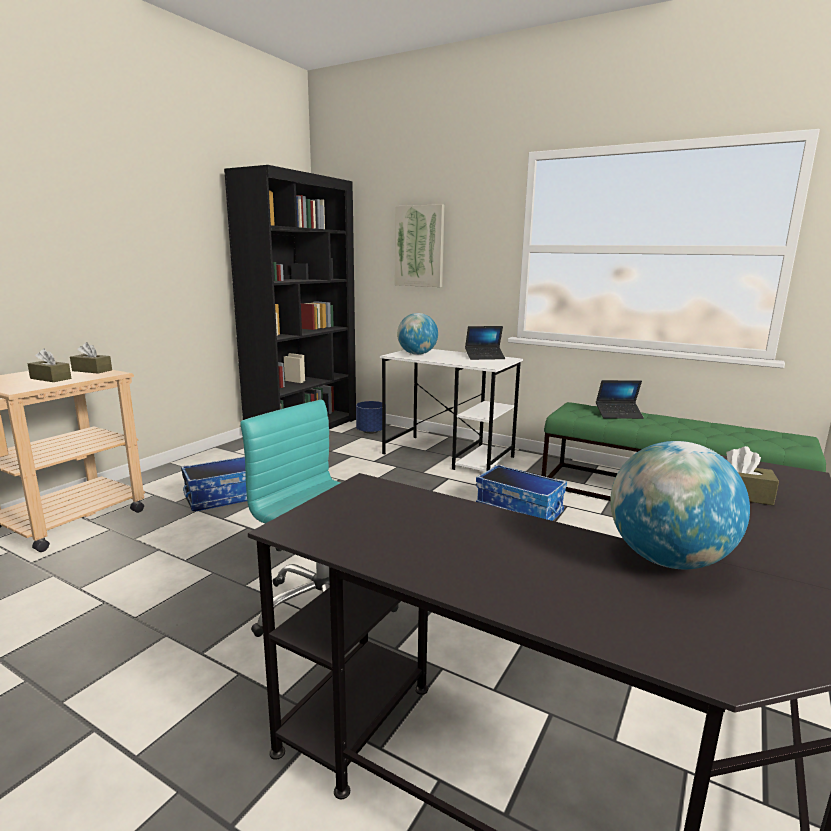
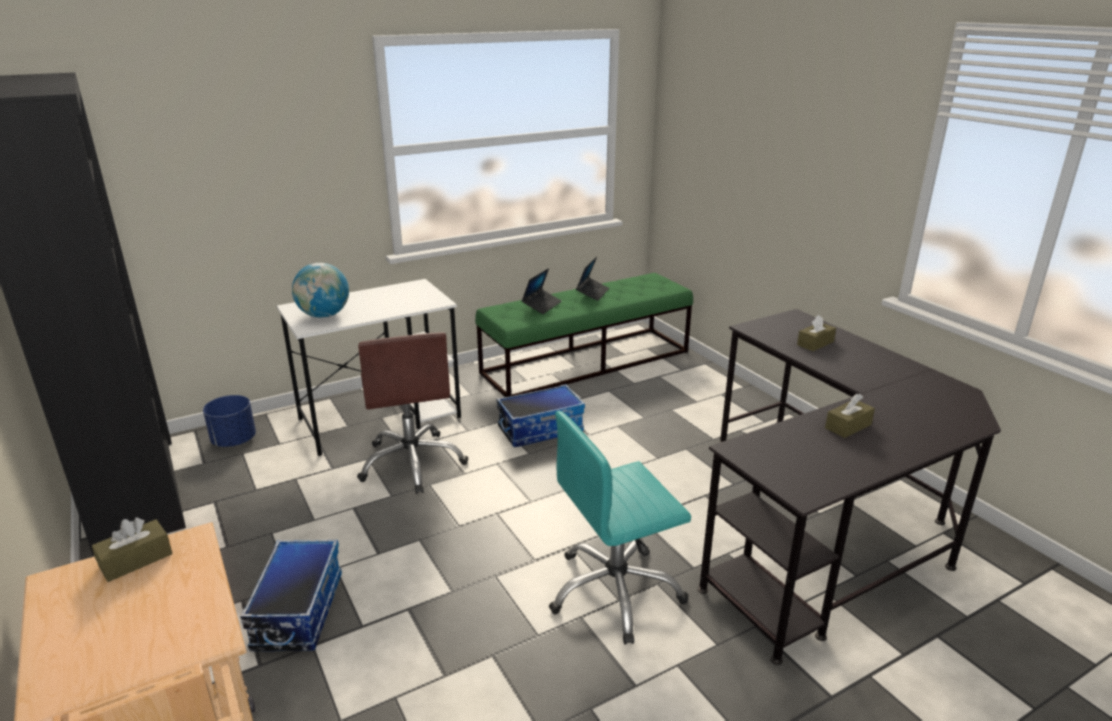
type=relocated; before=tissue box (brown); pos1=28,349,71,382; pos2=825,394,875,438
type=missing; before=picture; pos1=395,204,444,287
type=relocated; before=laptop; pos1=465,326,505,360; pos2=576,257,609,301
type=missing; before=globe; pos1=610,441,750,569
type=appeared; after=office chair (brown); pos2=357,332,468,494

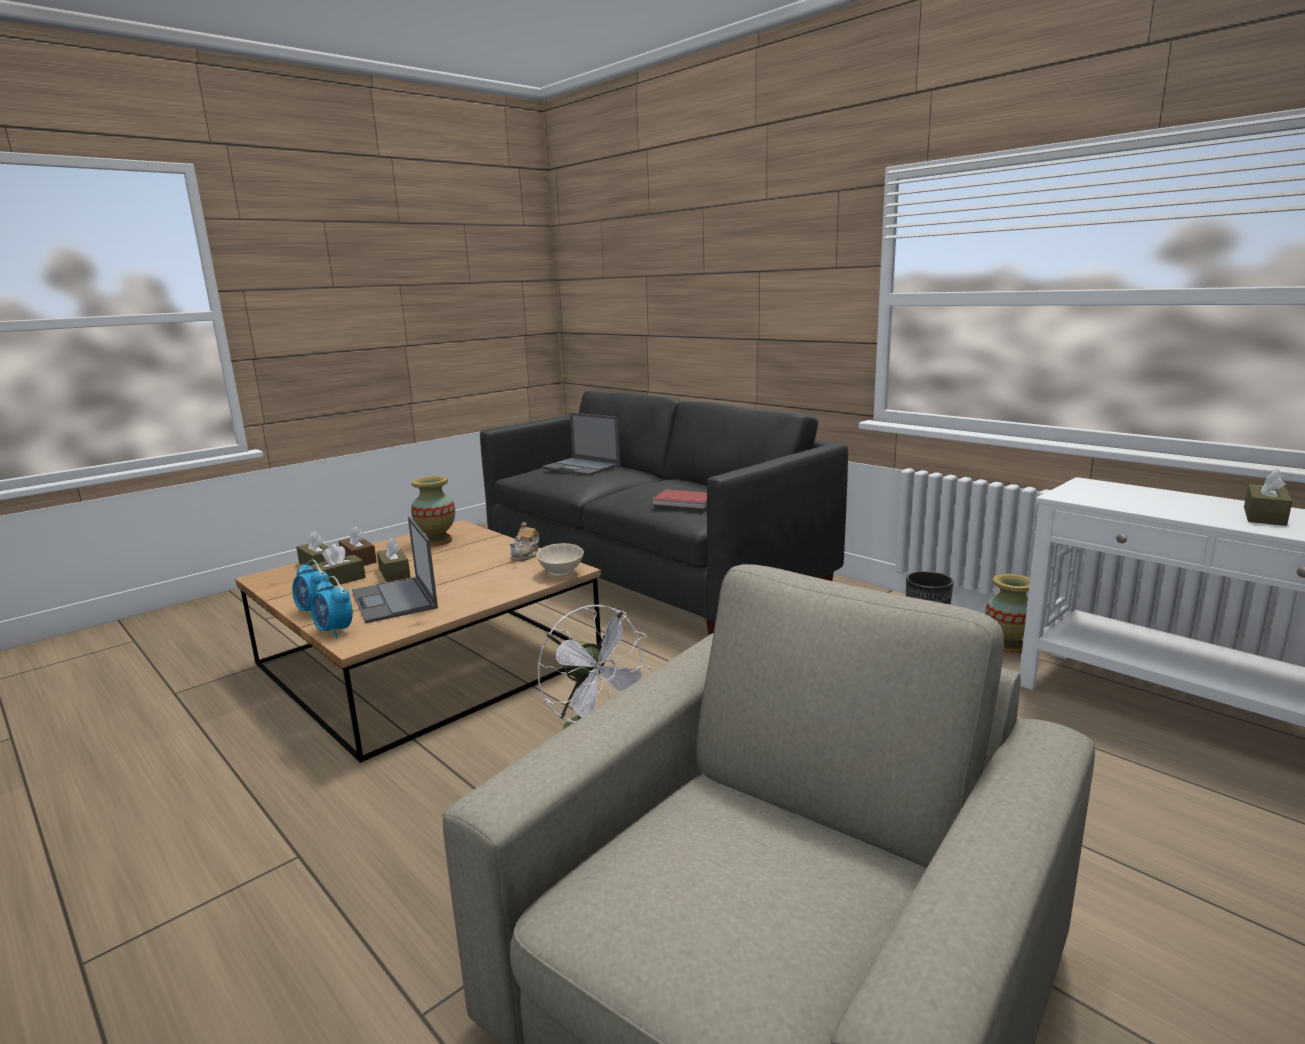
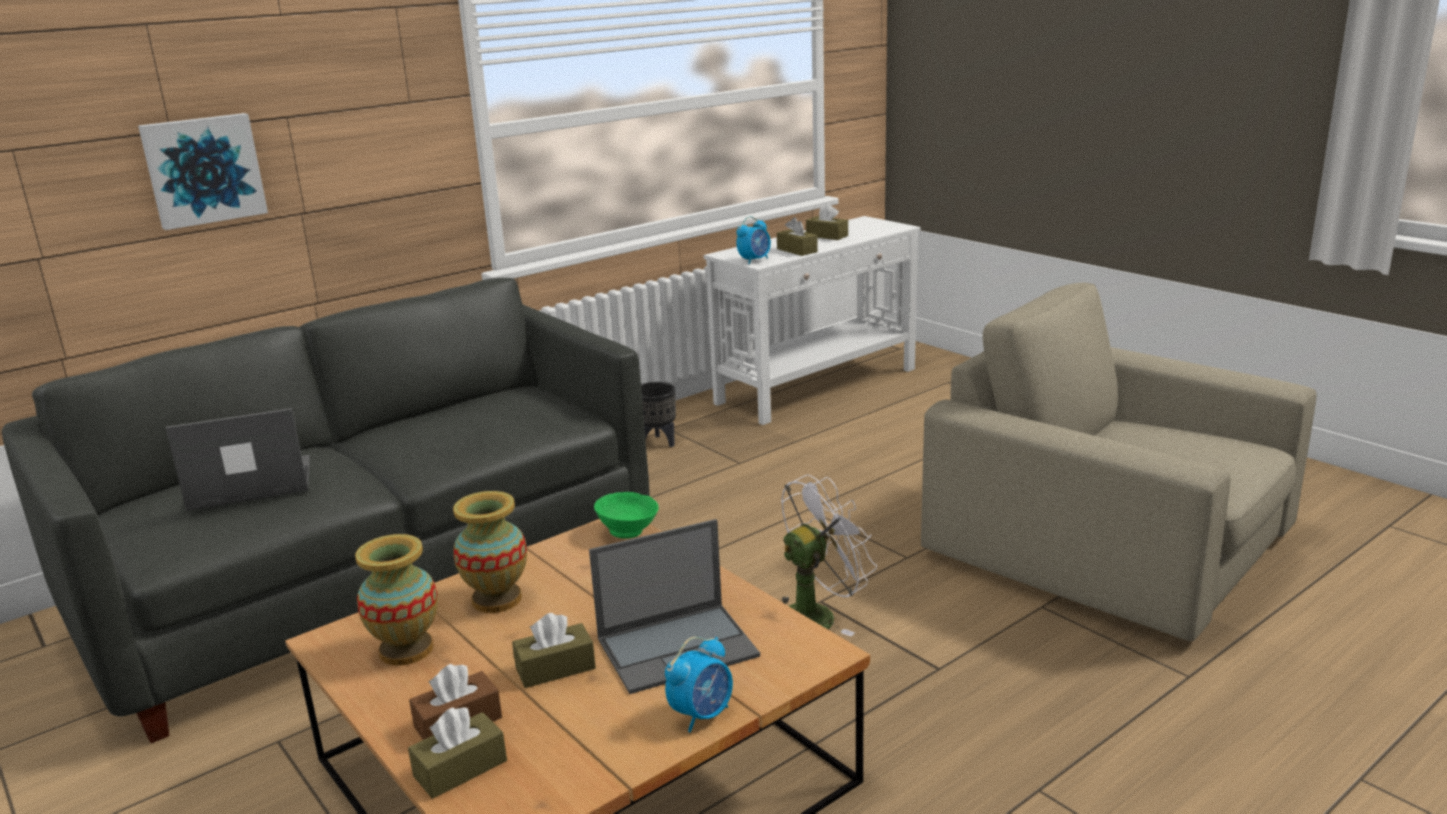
type=relocated; before=tissue box (brown); pos1=310,544,366,586; pos2=777,217,818,256
type=relocated; before=alarm clock; pos1=311,576,353,638; pos2=736,216,771,264
type=missing; before=teapot; pos1=509,522,539,561
type=colour; before=bowl (beige); after=bowl (green); pos1=536,543,584,577; pos2=594,492,659,538
type=spun; before=laptop; pos1=542,413,620,476; pos2=165,408,310,511; turn=-150
type=missing; before=book (red); pos1=651,489,707,509
type=relocated; before=vase; pos1=985,574,1030,654; pos2=453,491,527,613
type=appeared; after=picture; pos2=138,113,268,230

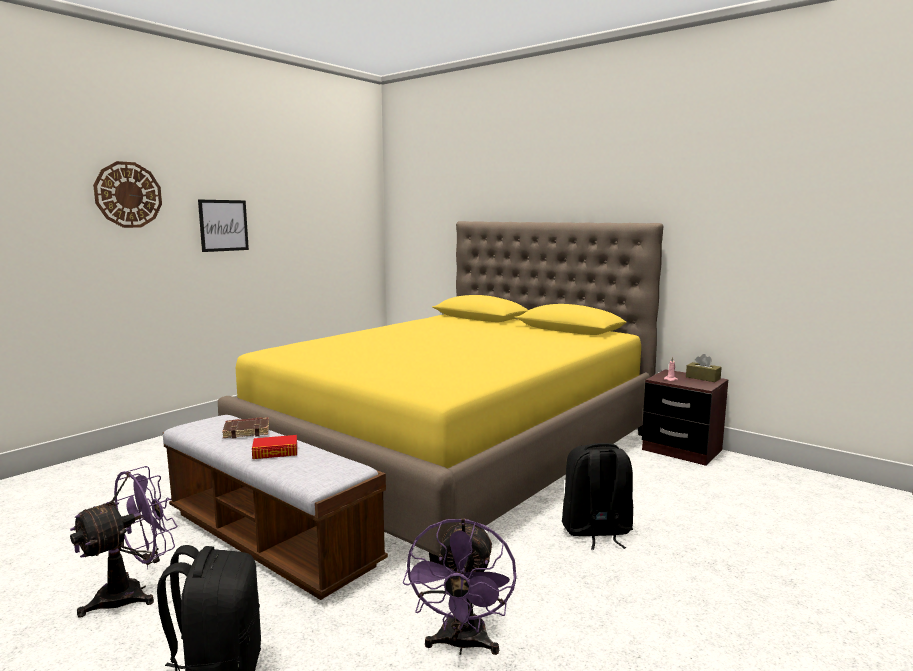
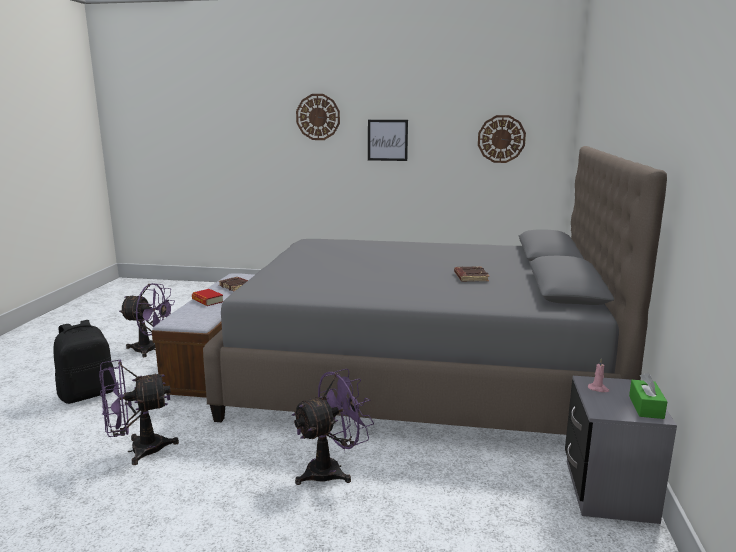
type=colour; before=bed (yellow); after=bed (grey); pos1=218,221,663,565; pos2=203,146,667,435
type=exchanged; before=backpack (black); after=fan (purple); pos1=562,443,633,550; pos2=292,368,374,485
type=colour; before=nightstand (brown); after=nightstand (grey); pos1=642,369,728,466; pos2=565,376,677,524
type=colour; before=tissue box (brown); after=tissue box (green); pos1=686,354,722,382; pos2=629,372,667,419
type=appeared; after=book (brown); pos2=454,267,489,282
type=appeared; after=wall clock; pos2=478,115,526,163

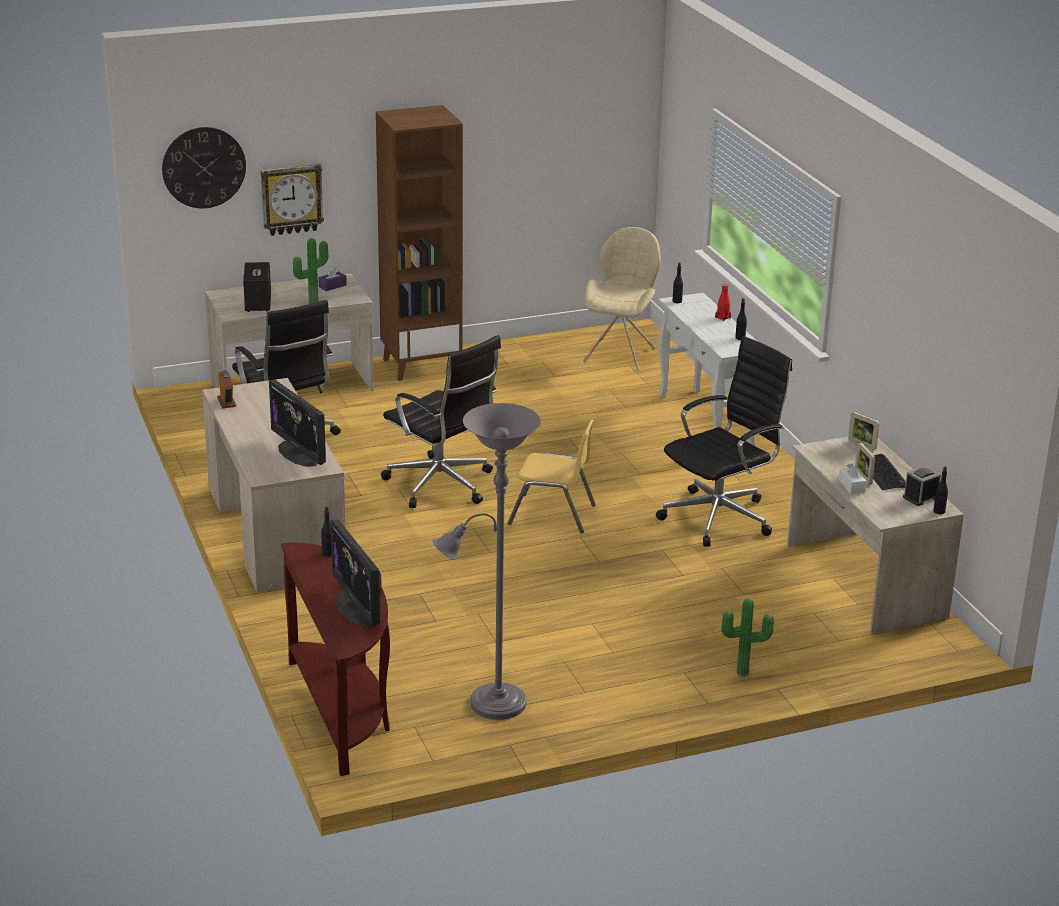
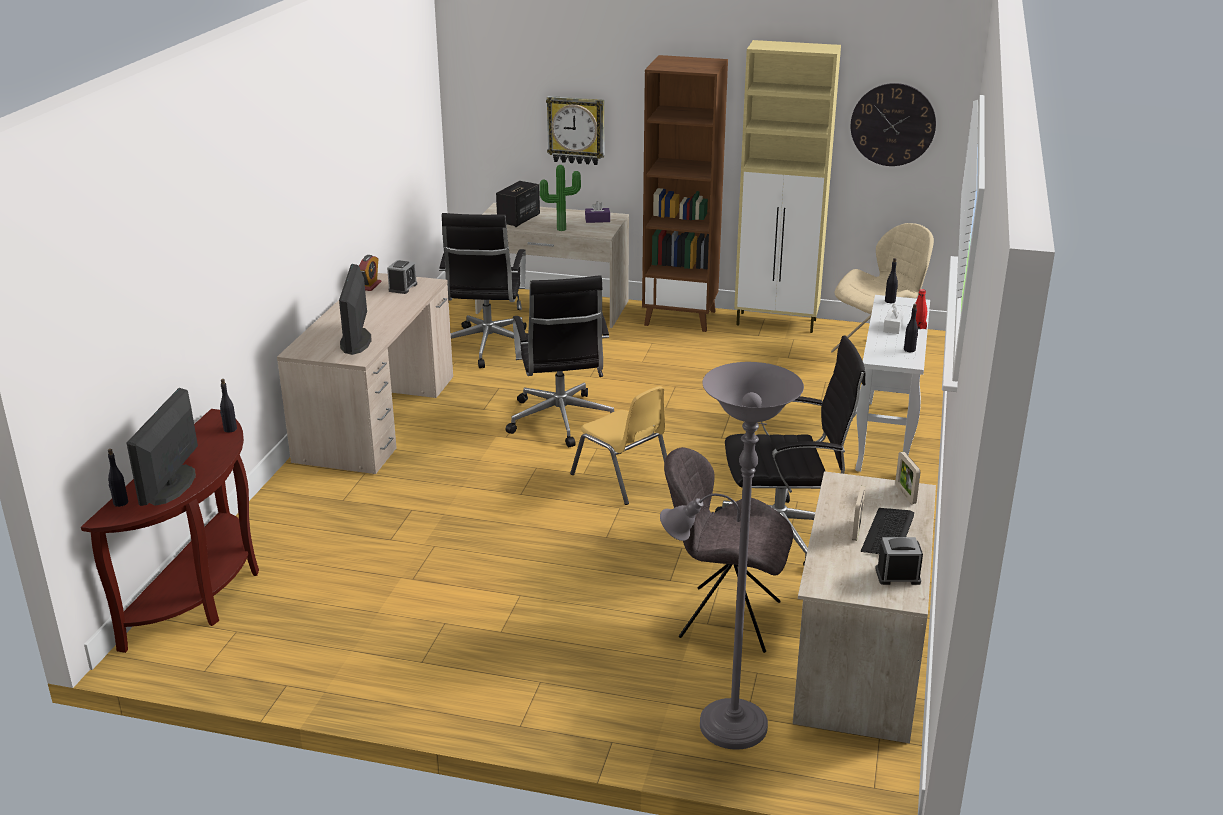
type=relocated; before=wall clock; pos1=162,127,246,209; pos2=851,83,936,166
type=relocated; before=floor lamp (grey); pos1=432,403,541,720; pos2=660,362,804,750
type=missing; before=potted plant; pos1=721,599,774,676
type=relocated; before=tissue box (white); pos1=839,463,867,494; pos2=883,304,905,334
type=relocated; before=bottle (black); pos1=933,466,948,514; pos2=108,449,128,507
type=appeared; after=alarm clock; pos2=387,260,417,294
type=appeared; after=chair (grey); pos2=664,447,793,653
type=appeared; after=cabinet (beige); pos2=734,40,841,333

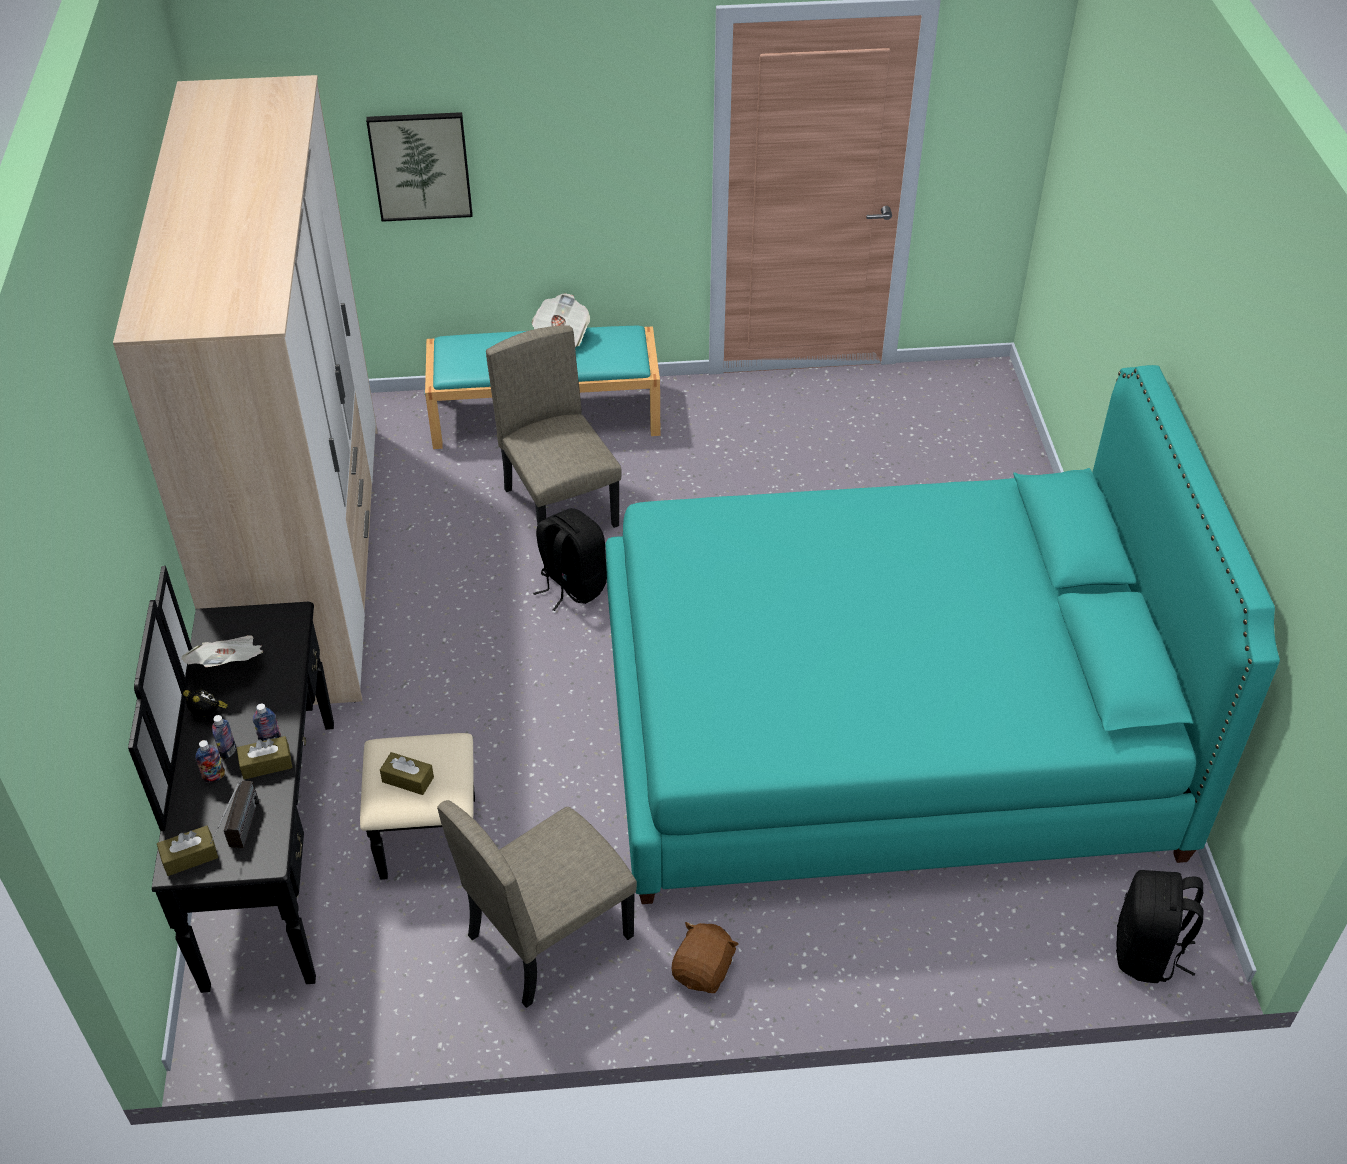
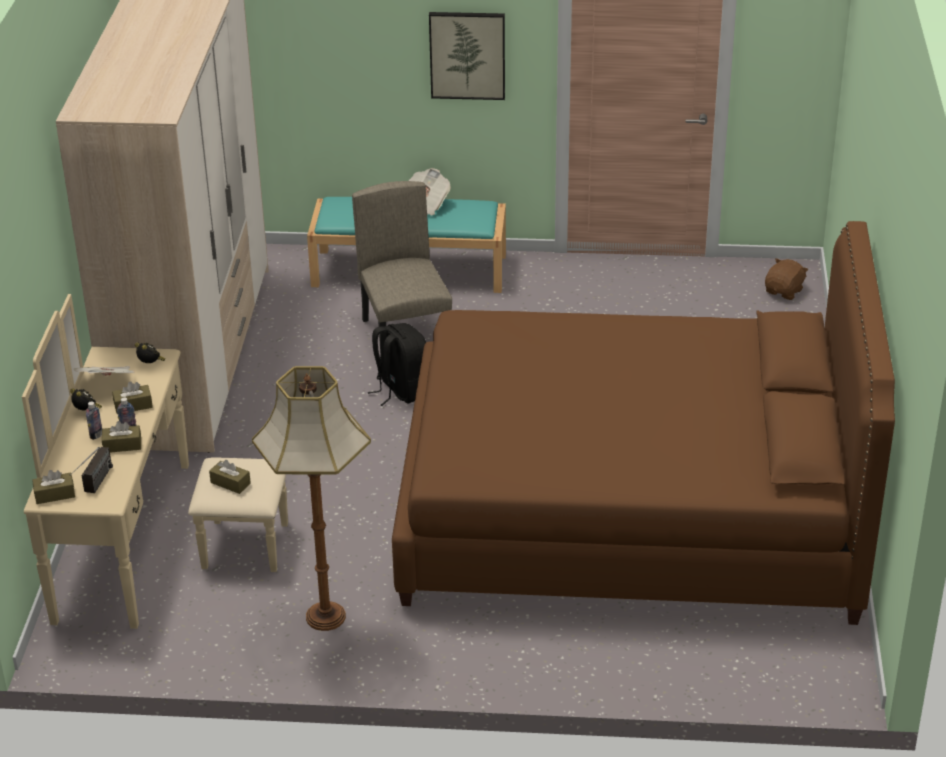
type=colour; before=dresser (black); after=dresser (beige); pos1=128,566,475,993; pos2=22,294,288,629
type=missing; before=bottle; pos1=196,740,225,783
type=relocated; before=picture; pos1=366,112,473,222; pos2=429,12,505,100
type=exchanged; before=chair (beige); after=floor lamp; pos1=437,800,637,1008; pos2=252,366,371,631
type=colour; before=bed (turquoise); after=bed (brown); pos1=605,365,1280,904; pos2=392,221,895,625
type=relocated; before=plush toy (brown); pos1=672,922,739,993; pos2=765,258,808,300
type=missing; before=backpack (black); pos1=1116,870,1203,983
type=appeared; after=tissue box (brown); pos2=112,381,153,413
type=appeared; after=alarm clock; pos2=135,343,165,363

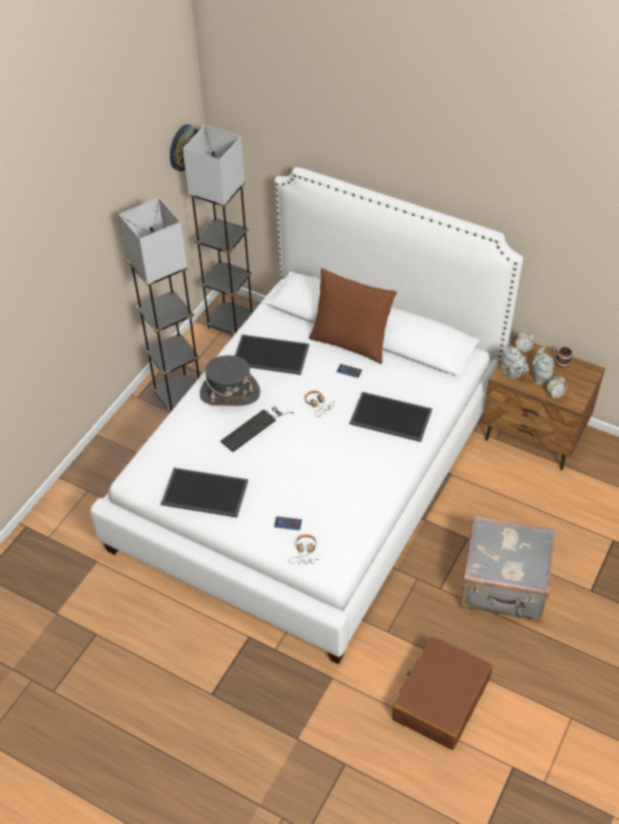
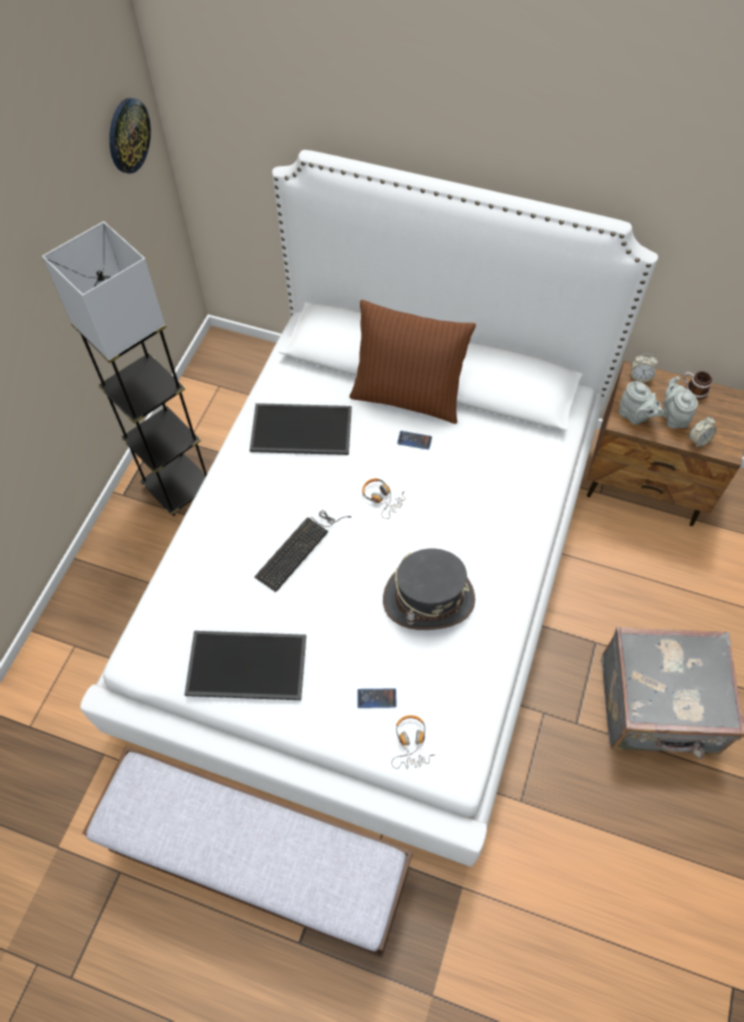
type=missing; before=floor lamp (grey); pos1=183,125,255,335
type=relocated; before=hat (grey); pos1=200,355,260,406; pos2=383,548,475,630
type=missing; before=tray; pos1=350,392,432,442
type=missing; before=suitcase (brown); pos1=392,636,492,750
type=appeared; after=bench; pos2=83,746,413,958

